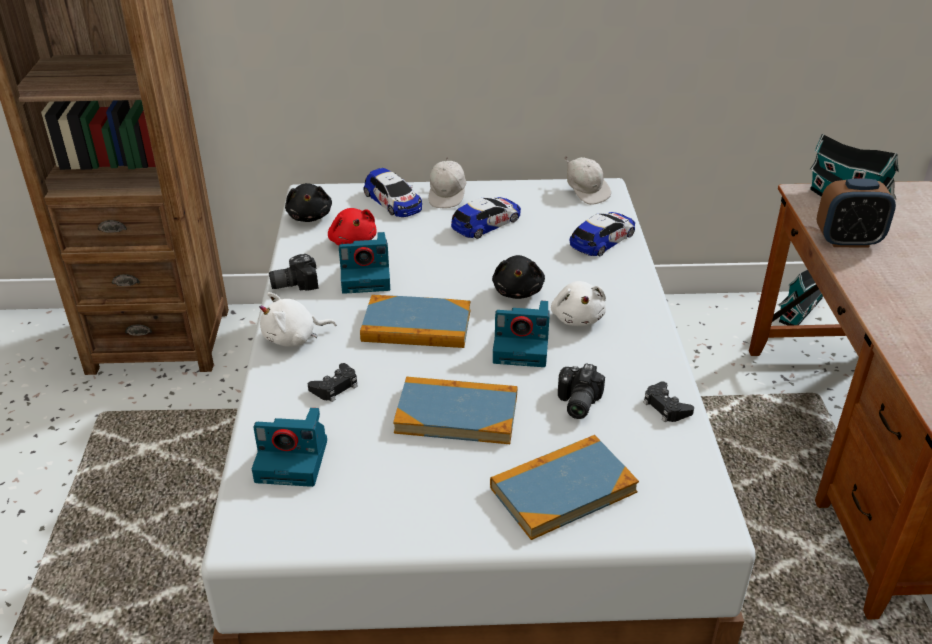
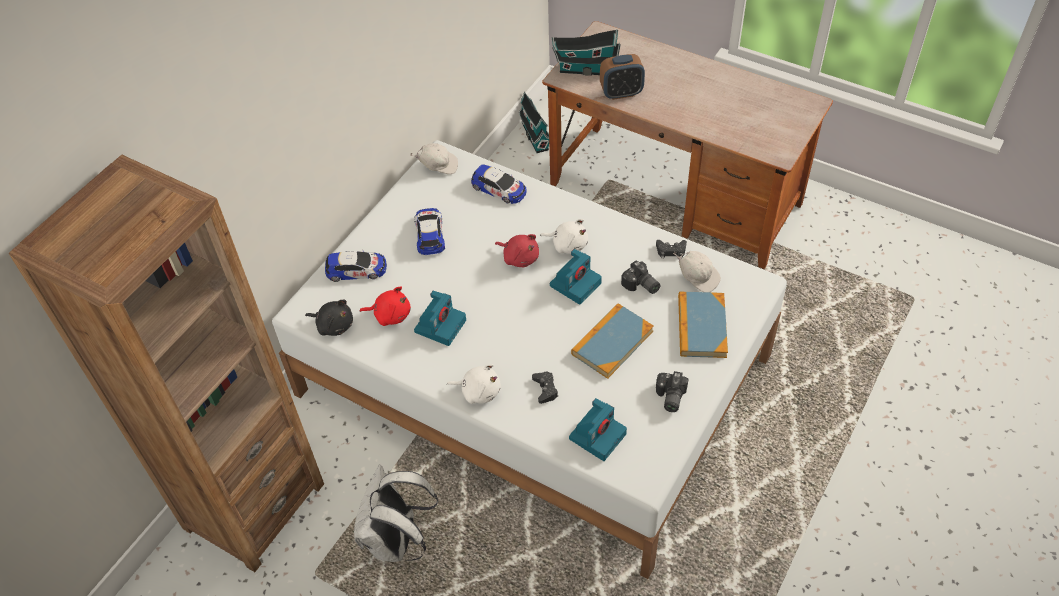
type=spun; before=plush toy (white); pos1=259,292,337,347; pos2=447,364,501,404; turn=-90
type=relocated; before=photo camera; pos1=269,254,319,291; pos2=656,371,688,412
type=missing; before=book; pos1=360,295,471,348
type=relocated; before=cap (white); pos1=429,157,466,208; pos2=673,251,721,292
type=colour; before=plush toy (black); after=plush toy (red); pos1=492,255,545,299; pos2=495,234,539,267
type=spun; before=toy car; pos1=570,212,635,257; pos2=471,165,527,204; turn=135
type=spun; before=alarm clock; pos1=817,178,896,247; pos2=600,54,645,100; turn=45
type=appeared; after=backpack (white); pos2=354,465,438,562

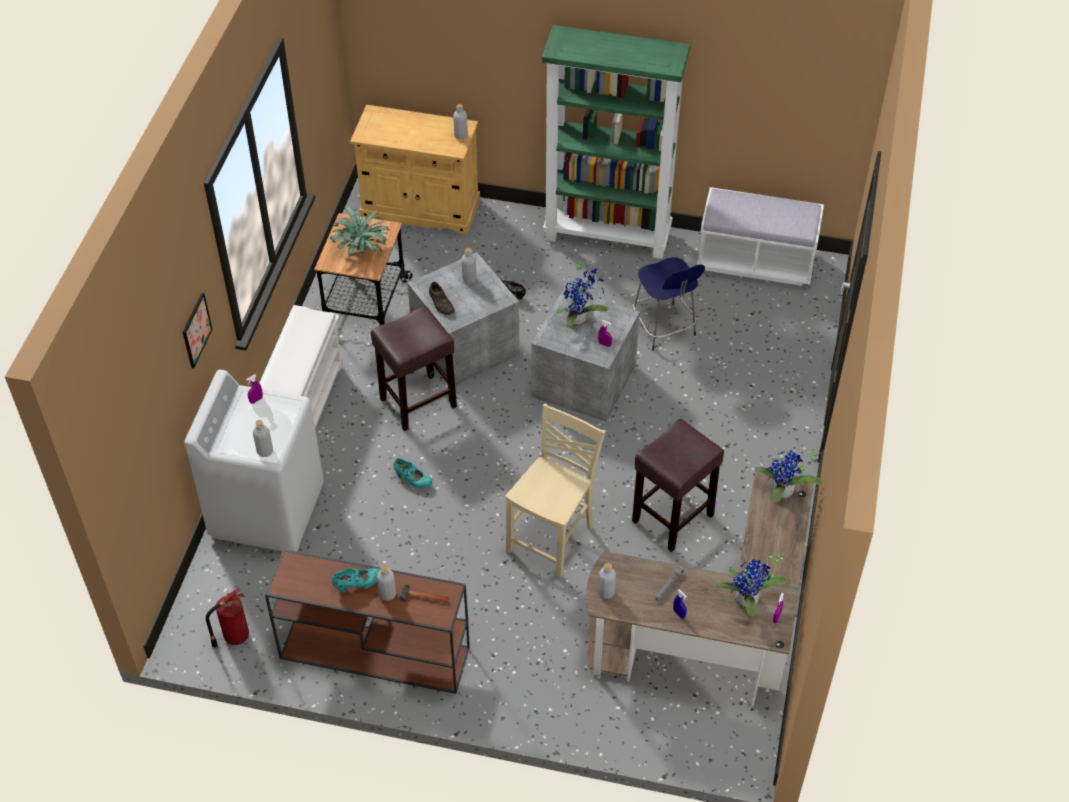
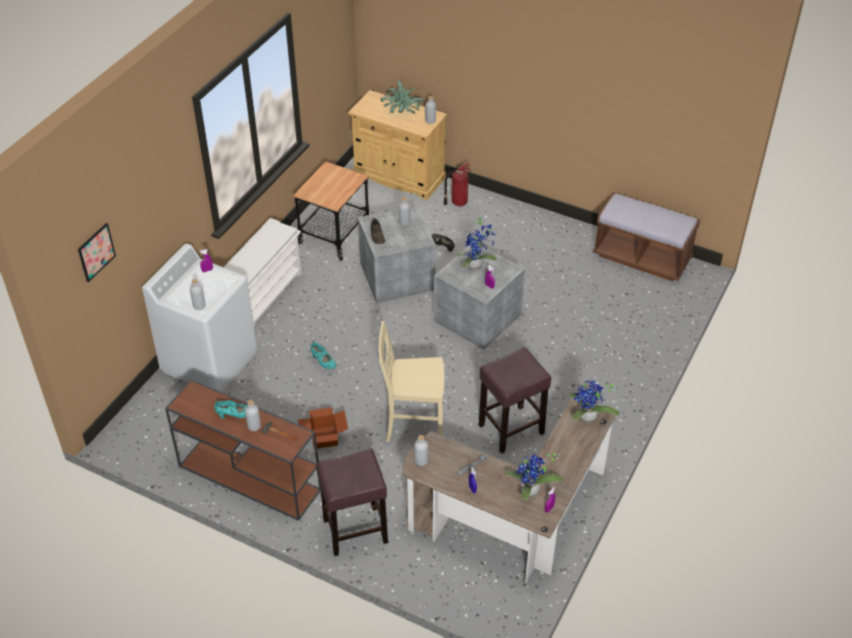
type=relocated; before=picture; pos1=183,293,212,368; pos2=78,223,116,282
type=relocated; before=fire extinguisher; pos1=206,587,249,648; pos2=444,163,471,206
type=relocated; before=potted plant; pos1=330,206,389,257; pos2=381,81,424,114
type=relocated; before=stool (brown); pos1=371,306,457,431; pos2=316,449,388,556
type=spun; before=chair (beige); pos1=506,404,605,578; pos2=379,321,444,442; turn=-135
type=missing; before=bookcase (green); pos1=542,25,690,259
type=missing; before=stool (blue); pos1=633,257,705,350
type=colour; before=bench (white); after=bench (brown); pos1=697,187,824,286; pos2=593,192,700,281
type=appeared; after=cardboard box; pos2=298,407,348,449

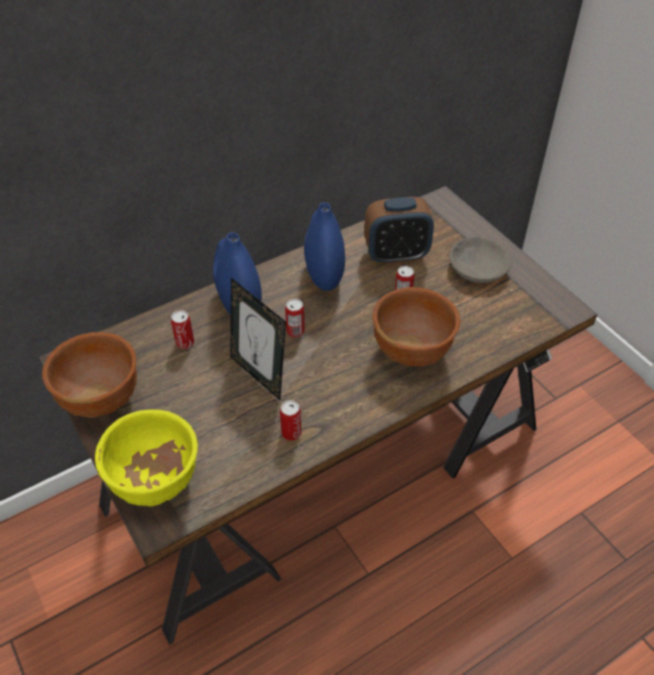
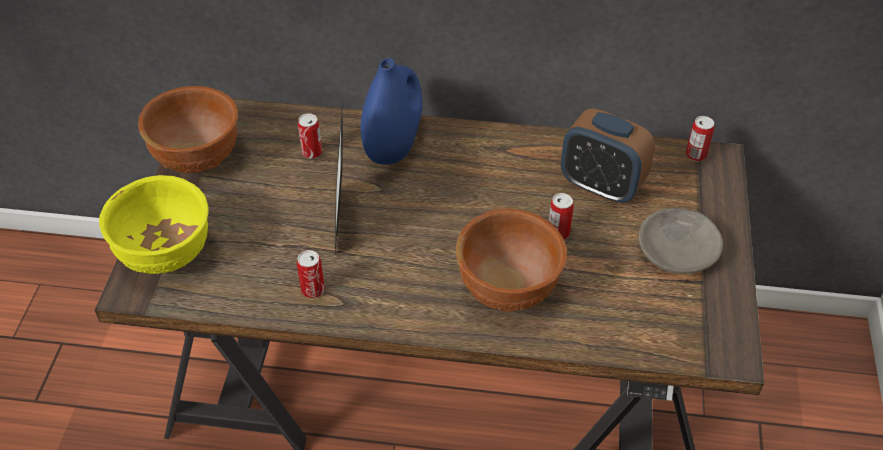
type=relocated; before=can; pos1=285,299,305,337; pos2=686,116,714,161
type=missing; before=vase (blue); pos1=304,202,345,291

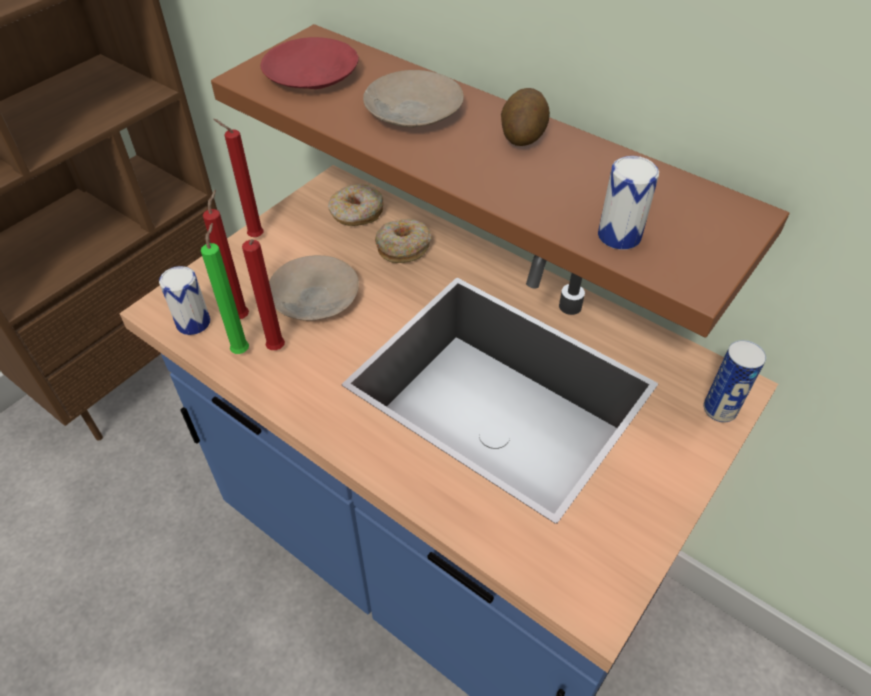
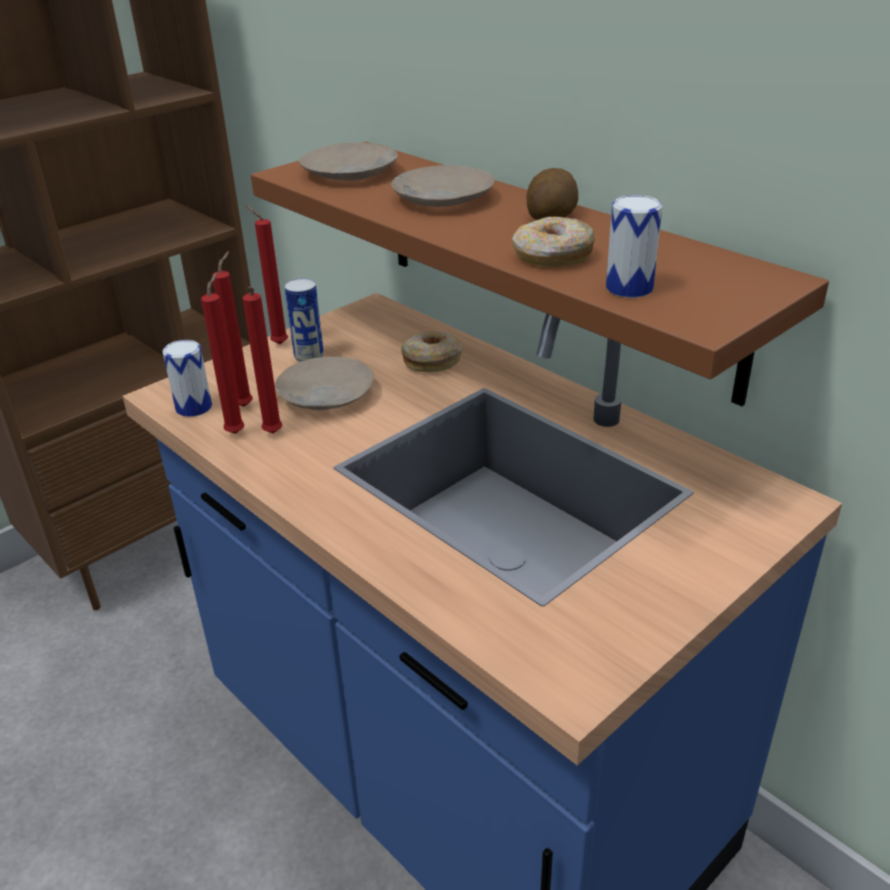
type=colour; before=candle (green); after=candle (red); pos1=201,223,249,354; pos2=201,273,245,434
type=colour; before=plate (red); after=plate (beige); pos1=261,37,359,89; pos2=299,143,398,181
type=relocated; before=donut; pos1=328,184,384,226; pos2=512,217,595,267
type=relocated; before=can; pos1=703,340,766,422; pos2=285,278,324,362

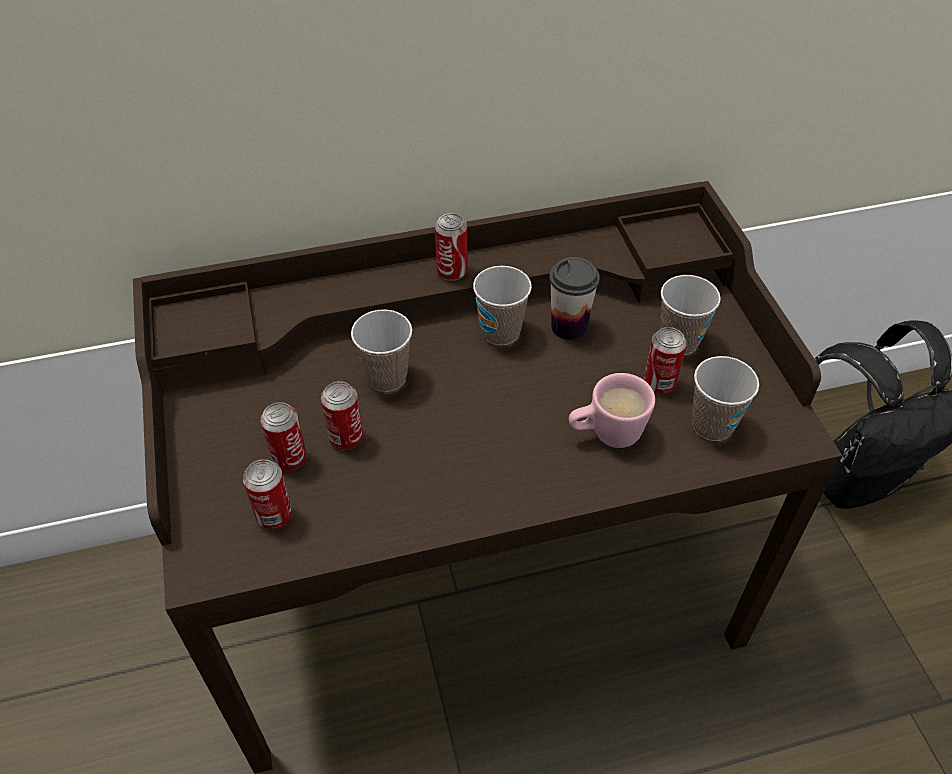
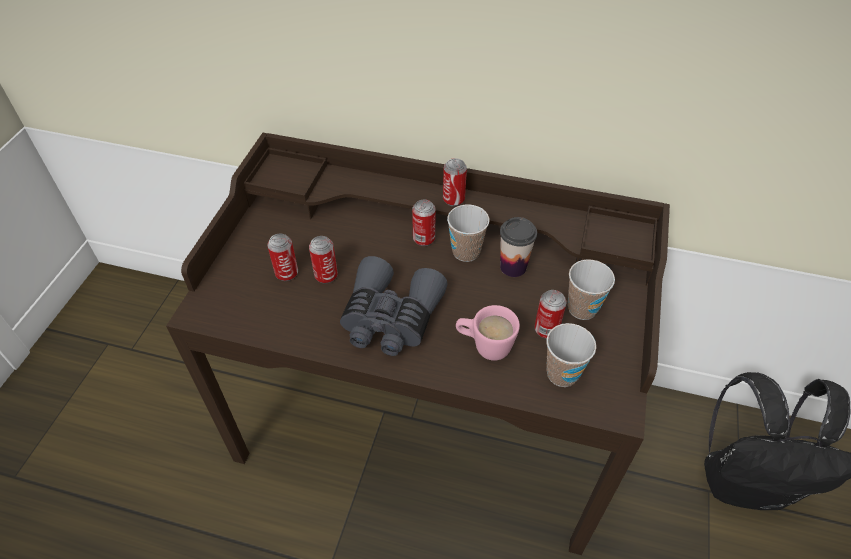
type=relocated; before=can; pos1=243,459,292,530; pos2=412,199,436,246
type=missing; before=cup; pos1=351,309,412,392
type=appeared; after=binoculars (grey); pos2=340,256,448,356

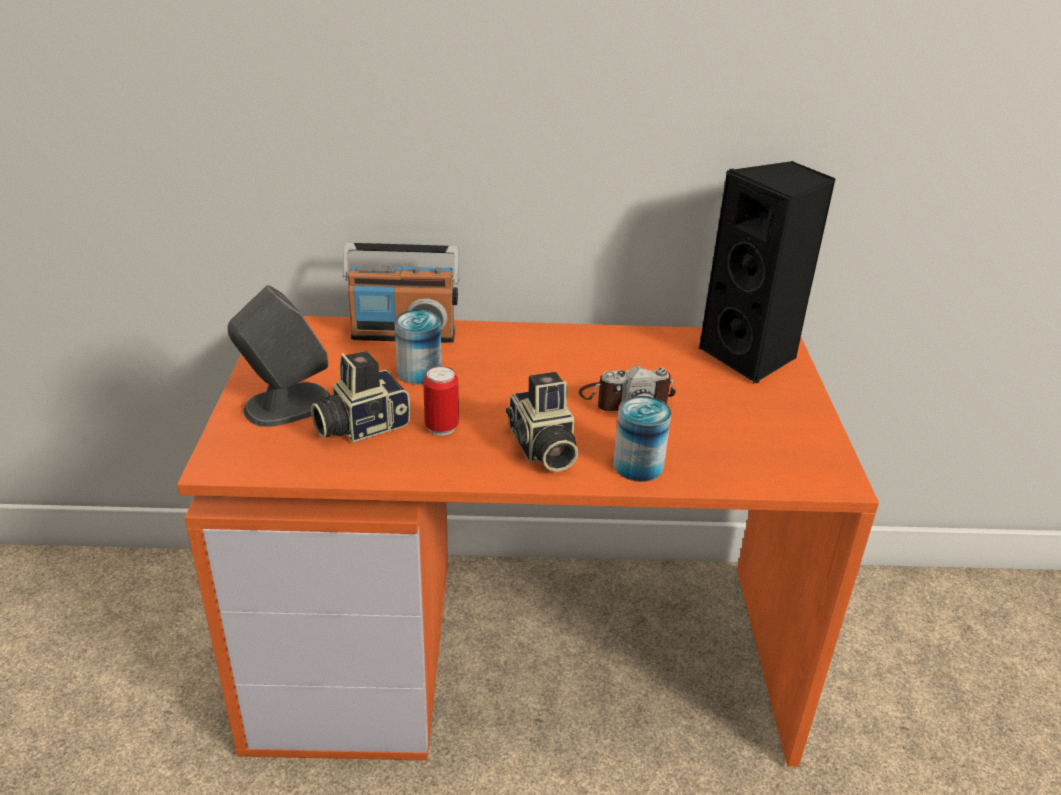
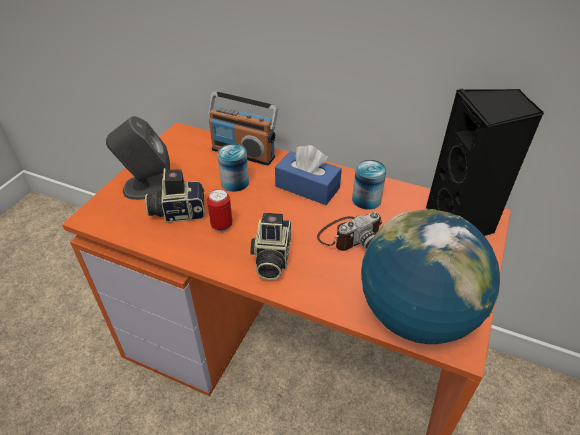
type=spun; before=photo camera; pos1=578,366,676,411; pos2=317,212,382,251; turn=-45
type=relocated; before=can; pos1=613,396,671,482; pos2=352,160,387,210
type=appeared; after=tissue box (blue); pos2=275,145,342,205
type=appeared; after=globe; pos2=361,209,500,344

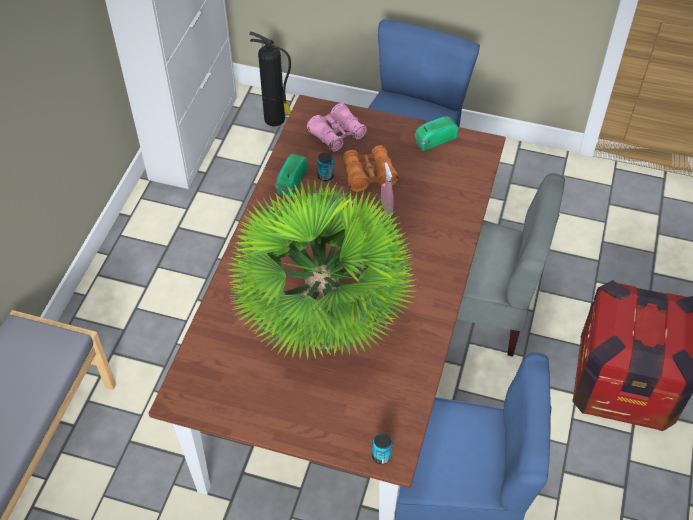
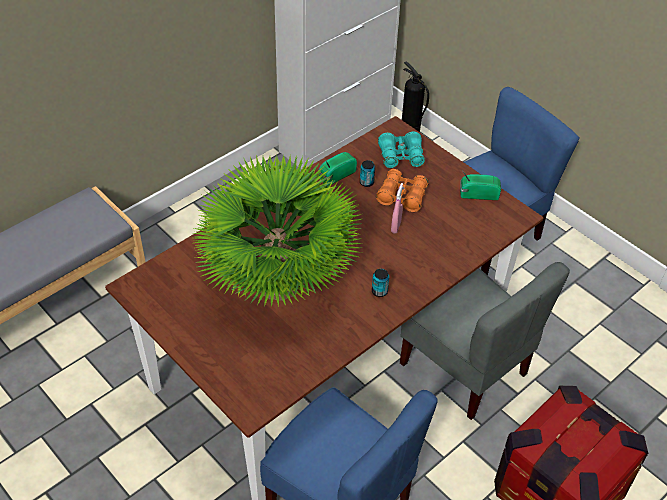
type=colour; before=binoculars (pink); after=binoculars (turquoise); pos1=307,103,367,152; pos2=378,132,425,168
type=relocated; before=can; pos1=372,433,393,464; pos2=372,269,389,297

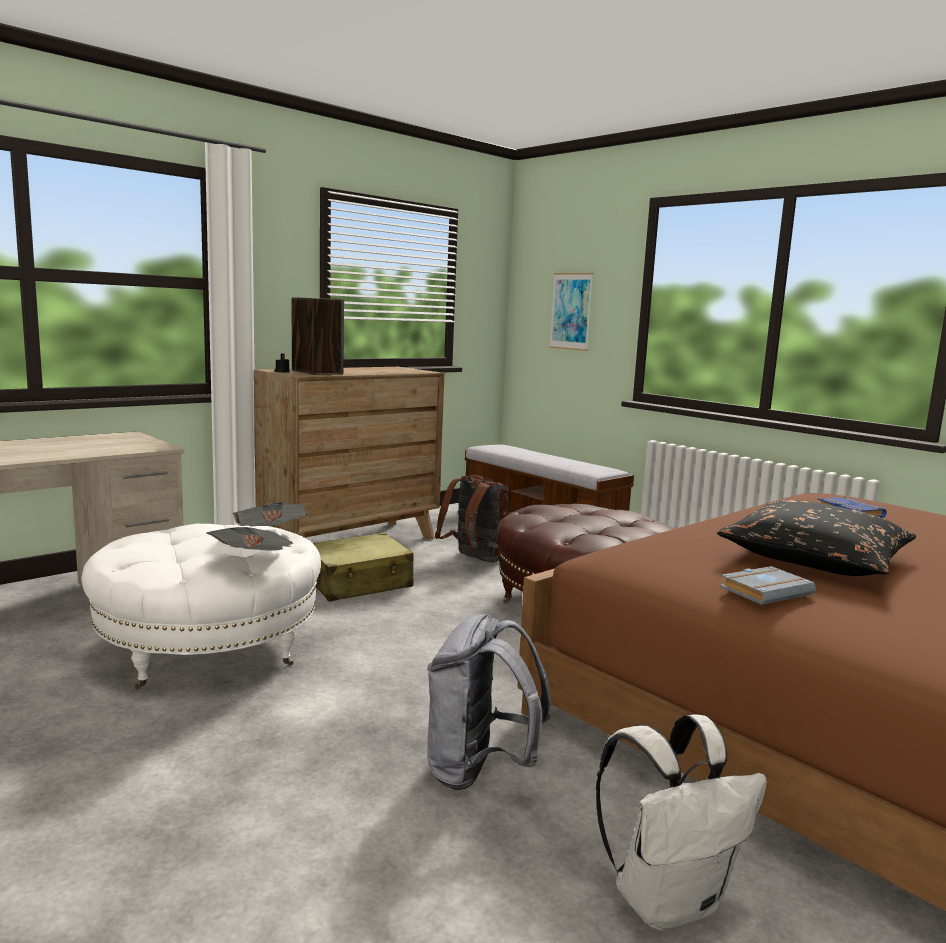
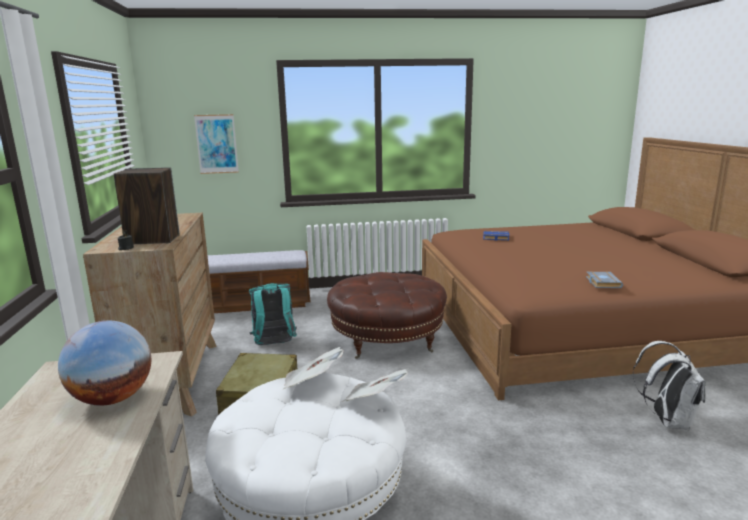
type=missing; before=backpack (grey); pos1=427,613,551,790
type=colour; before=backpack (brown); after=backpack (turquoise); pos1=435,475,509,562; pos2=249,283,297,345
type=missing; before=pillow (black); pos1=717,500,916,576
type=appeared; after=globe; pos2=58,321,151,406

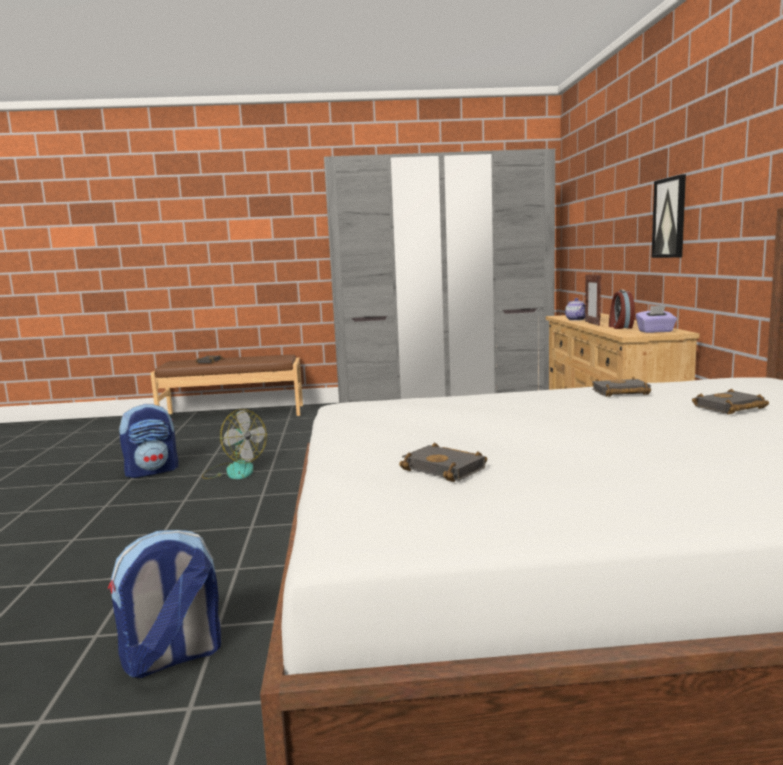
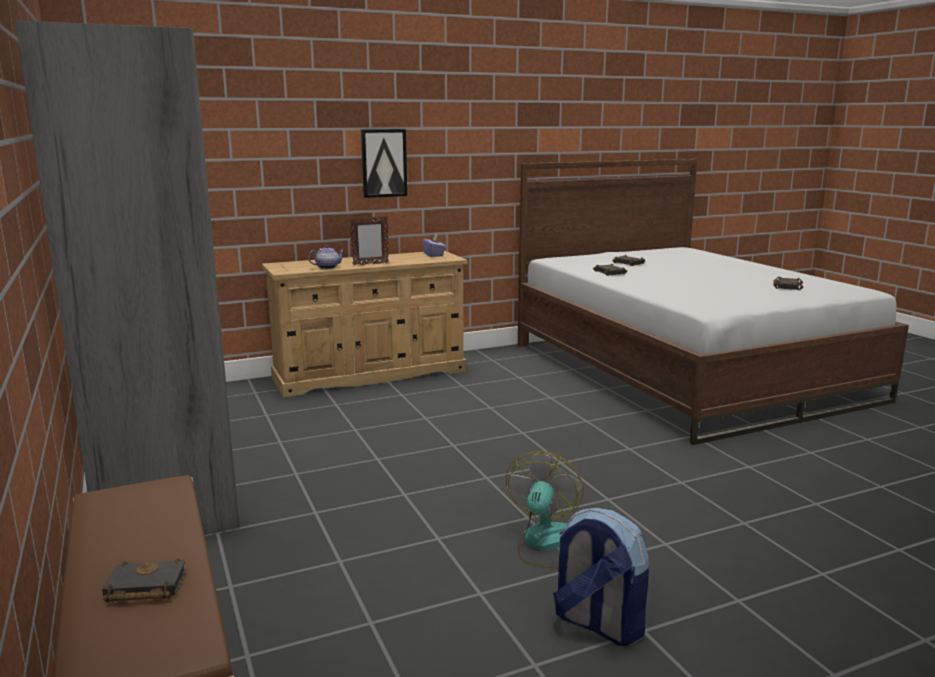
type=missing; before=backpack; pos1=108,530,221,678
type=missing; before=alarm clock; pos1=609,290,635,329

